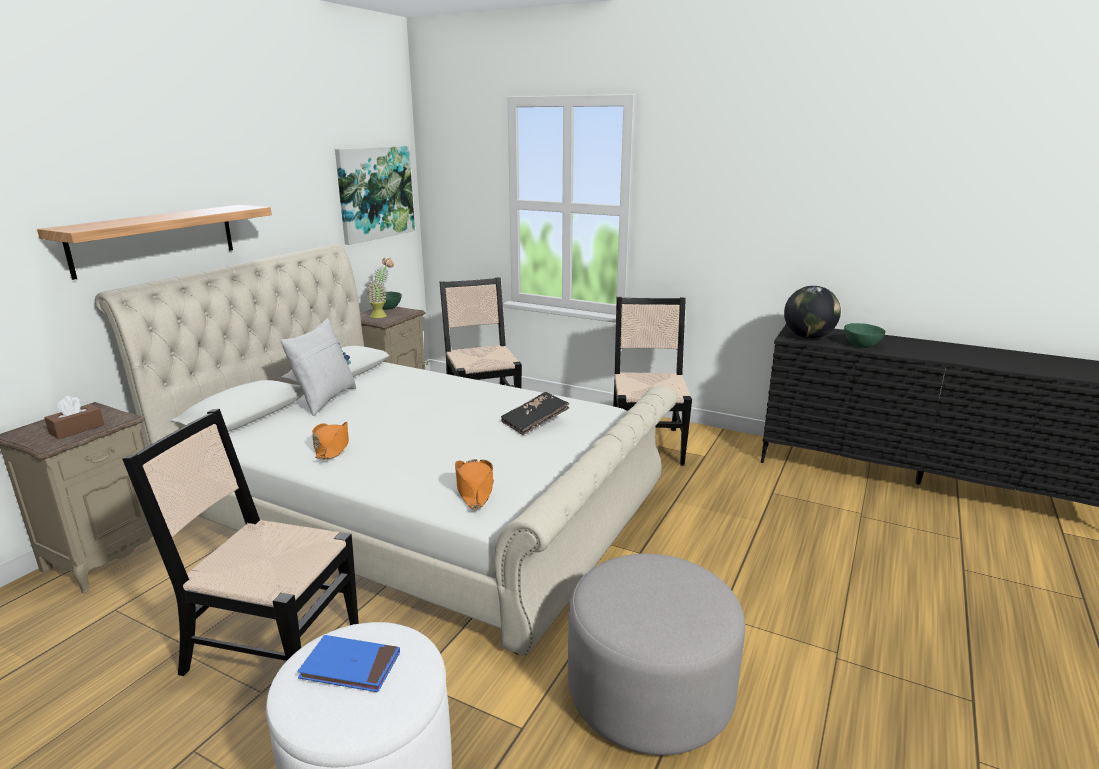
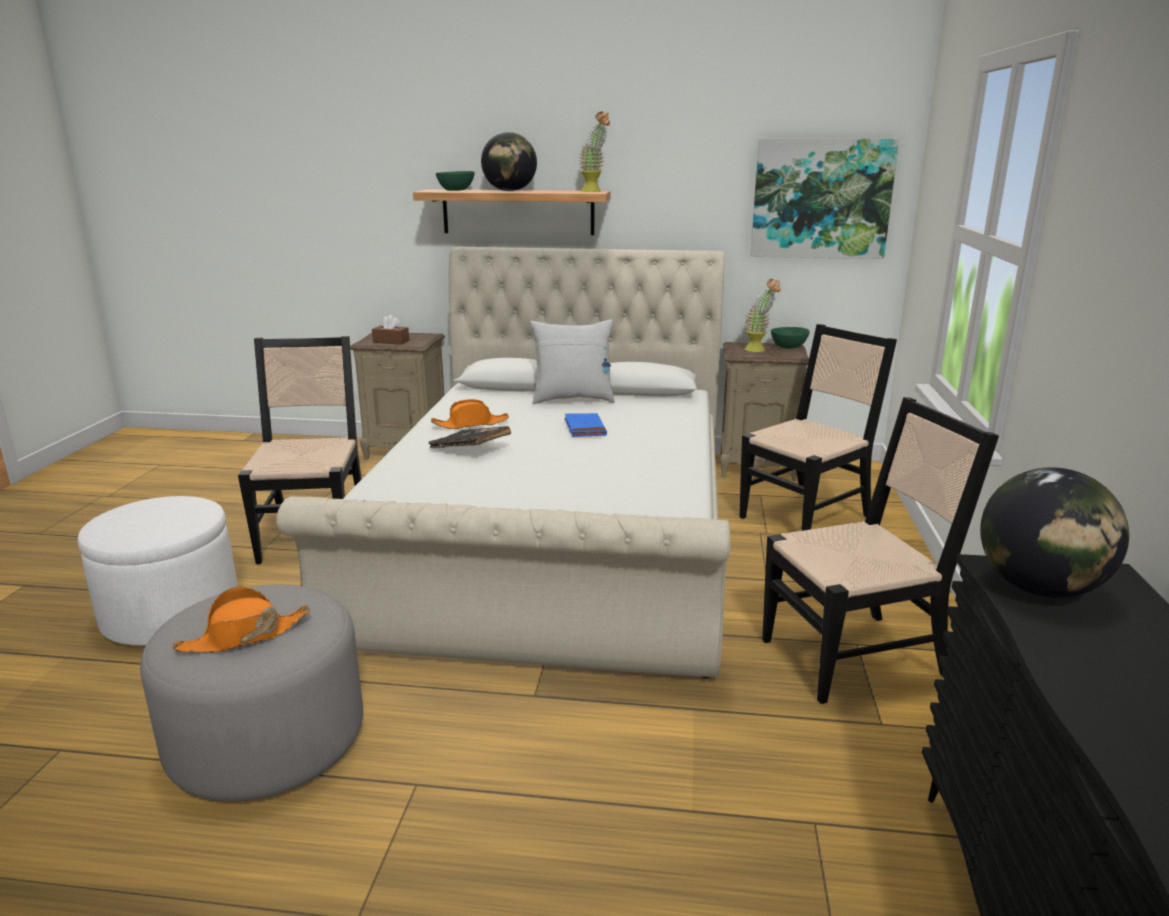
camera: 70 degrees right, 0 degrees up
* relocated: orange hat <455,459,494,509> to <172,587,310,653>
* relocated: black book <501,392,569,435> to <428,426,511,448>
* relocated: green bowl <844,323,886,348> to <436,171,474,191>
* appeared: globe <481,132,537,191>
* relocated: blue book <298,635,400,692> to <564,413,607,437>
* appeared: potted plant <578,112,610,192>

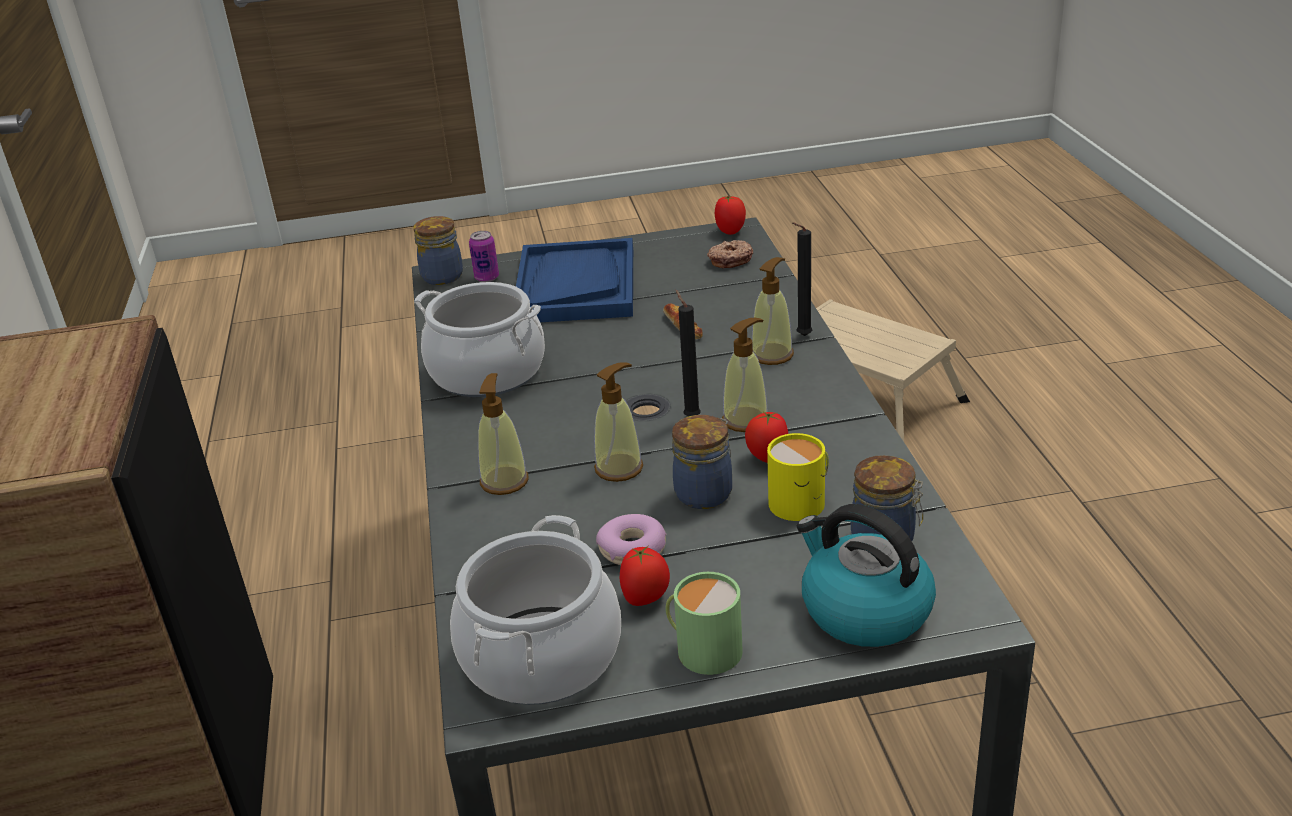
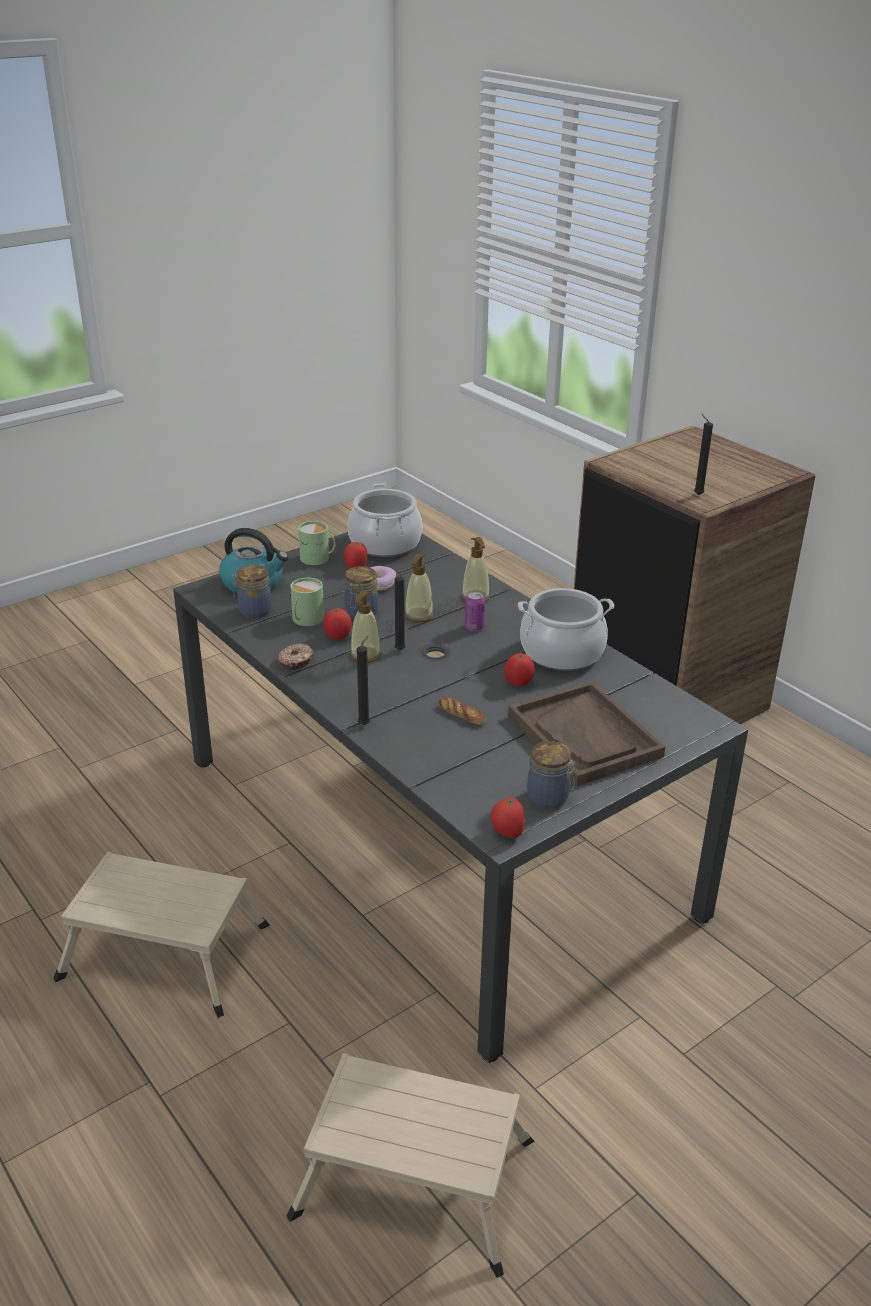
camera: 150 degrees right, 0 degrees up
* appeared: beige step ladder <53,852,270,1018>
* relocated: donut <707,240,753,268> to <277,644,314,670>
* colour: yellow mug <767,433,829,521> to green mug <290,578,324,626>
* relocated: can <469,231,499,282> to <465,591,485,631>
* appeared: tomato <504,653,535,686>
* colour: blue tray <516,238,633,322> to brown tray <508,681,665,786>
* relocated: jar <413,216,463,285> to <527,741,575,809>
* appeared: black candle <694,414,713,495>
* missing: soap dispenser <752,257,794,365>

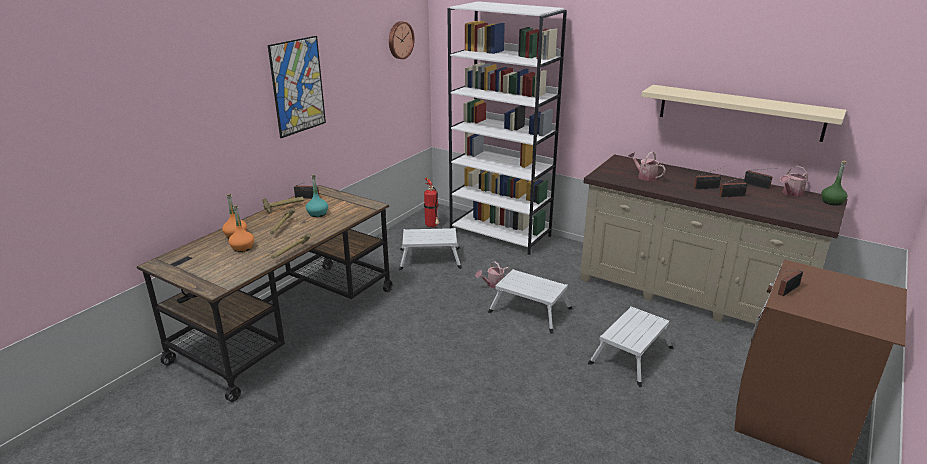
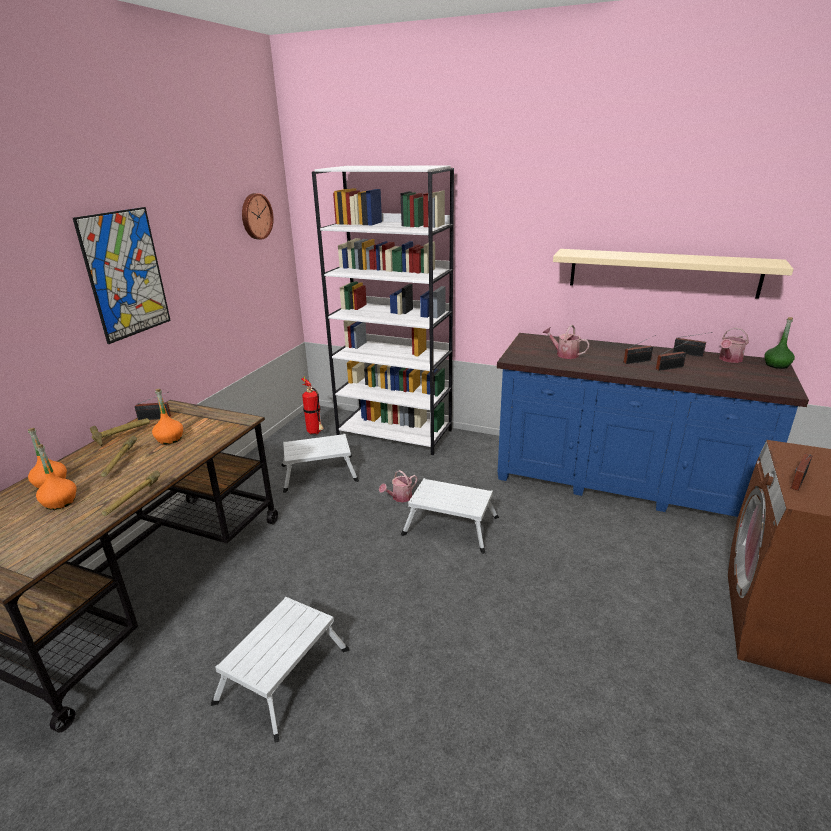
camera: 10 degrees left, 0 degrees up
* colour: turquoise bottle <306,175,328,217> to orange bottle <152,389,183,444>
* relocated: white step ladder <588,307,674,387> to <211,597,350,743>
* colour: beige cabinet <580,154,848,324> to blue cabinet <497,333,809,517>

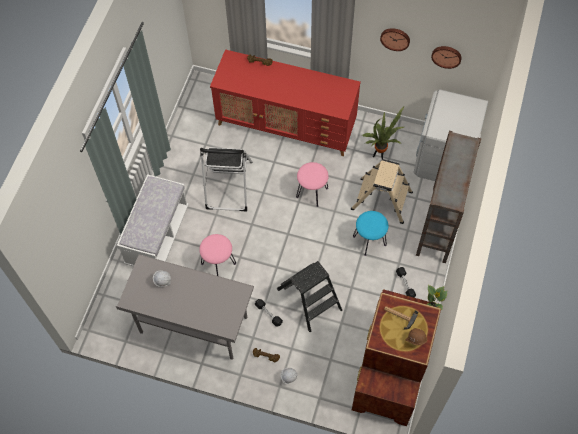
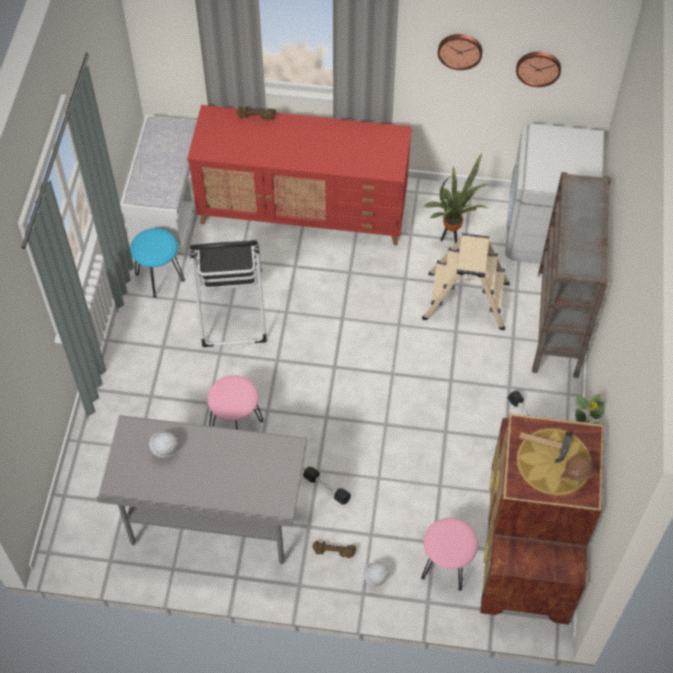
camera: 10 degrees left, 5 degrees down
* relocated: white bench <117,174,189,266> to <120,115,197,249>
* relocated: turquoise stool <353,211,388,256> to <130,228,185,298>
* relocated: pink stool <296,162,329,207> to <421,518,478,591>
* missing: black step ladder <277,261,342,332>

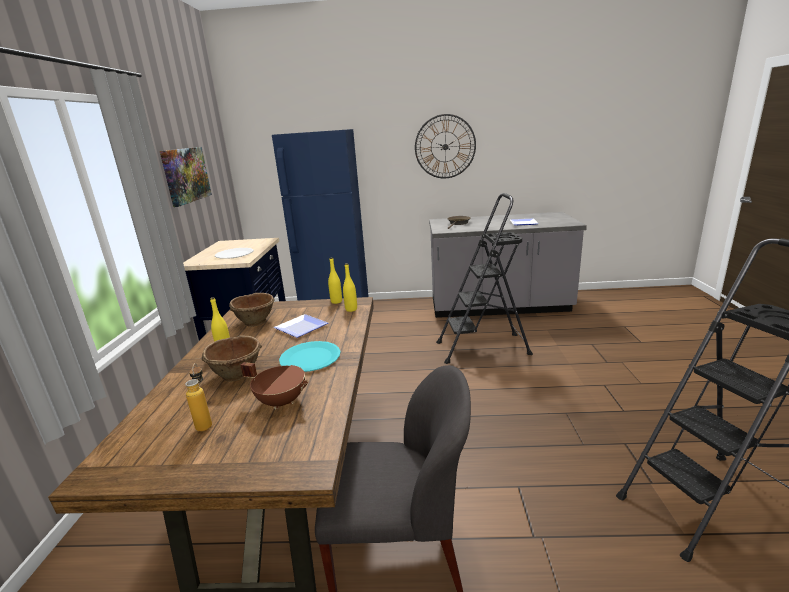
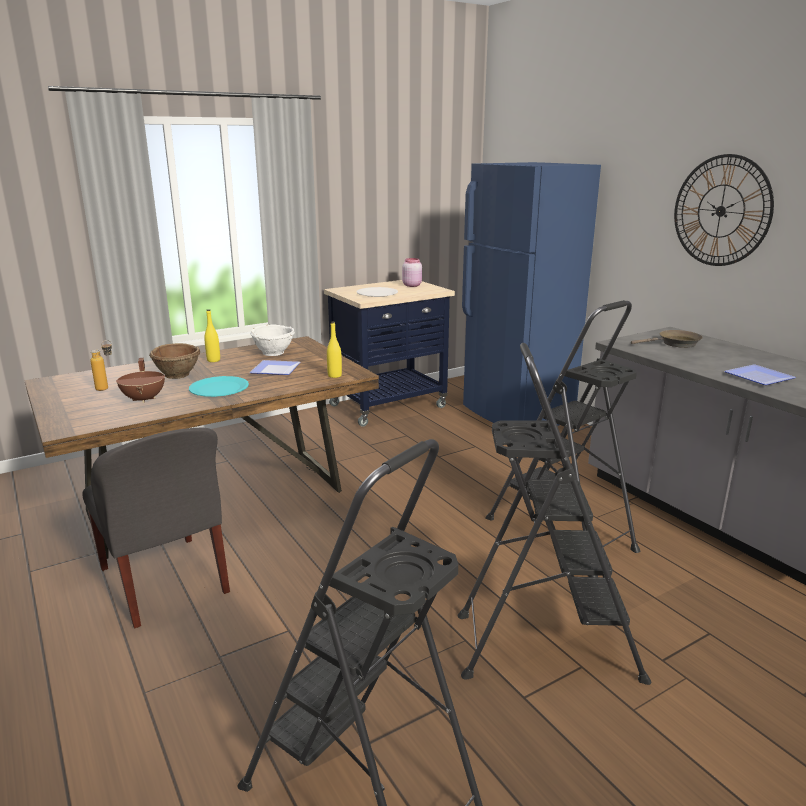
camera: 55 degrees right, 0 degrees up
* colour: brown bowl <229,293,274,327> to white bowl <250,325,295,356>
* appeared: pink jar <402,258,422,287>
* appeared: step ladder <458,343,651,685>
* missing: picture <160,147,212,207>
* missing: yellow bottle <328,257,342,304>

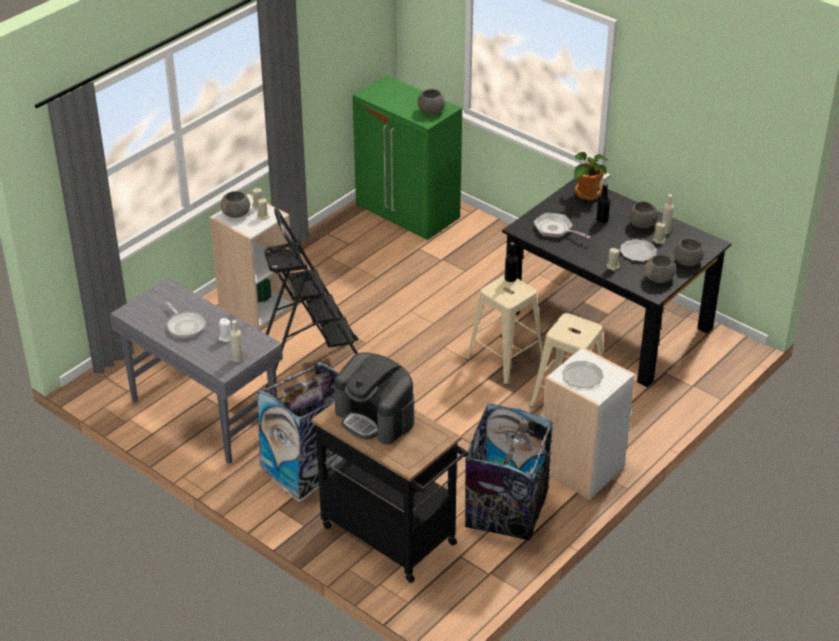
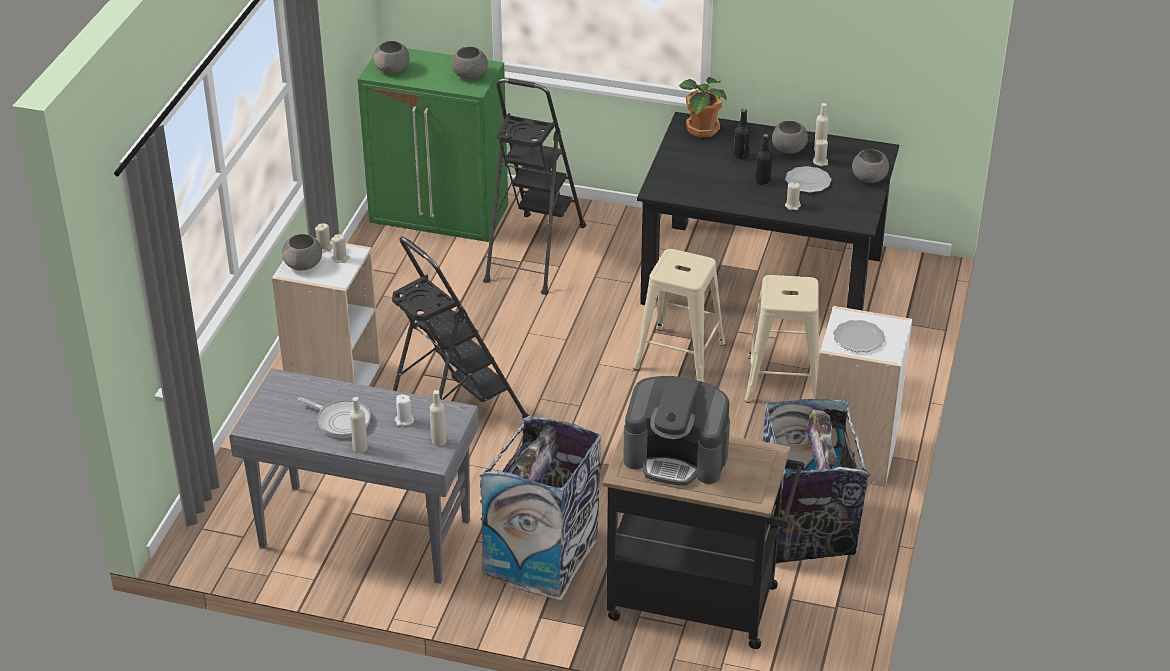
camera: 25 degrees left, 0 degrees up
* appeared: beige bottle <350,397,368,453>
* relocated: grey bowl <644,255,676,283> to <373,41,410,74>
* appeared: step ladder <483,78,587,295>
* relocated: black bottle <505,242,518,282> to <755,134,772,185>
* missing: frying pan <534,213,591,239>

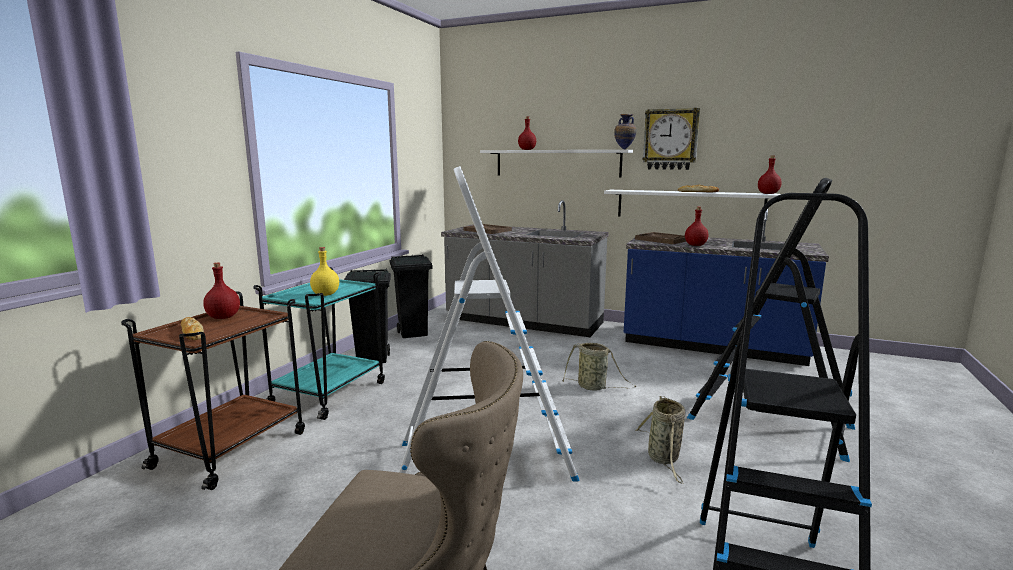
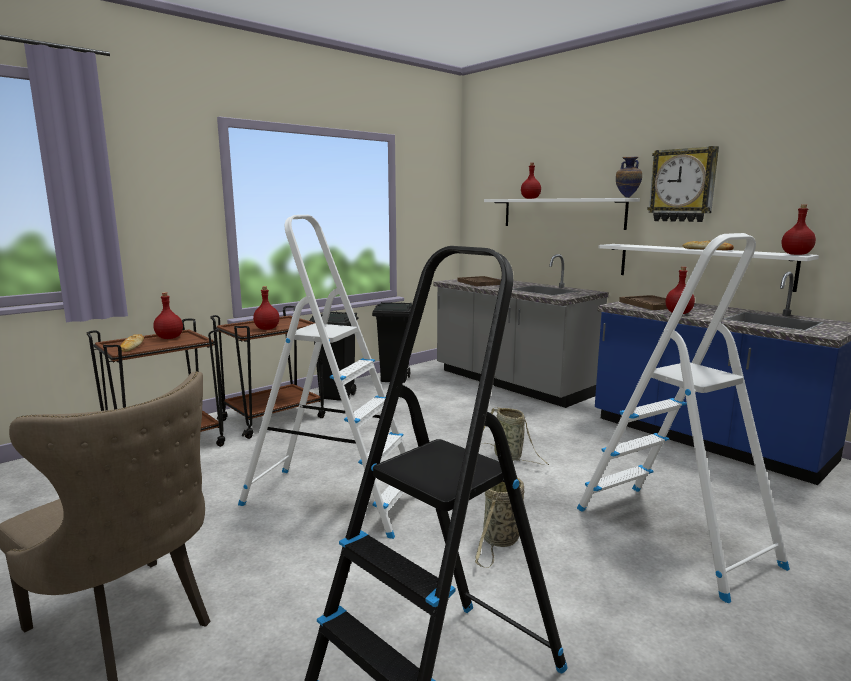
camera: 25 degrees right, 0 degrees up
* colour: turquoise cart <253,267,385,420> to brown cart <210,306,325,439>
* colour: yellow bottle <310,247,339,296> to red bottle <253,286,279,330>
* colour: black step ladder <687,178,855,462> to white step ladder <577,233,790,603>

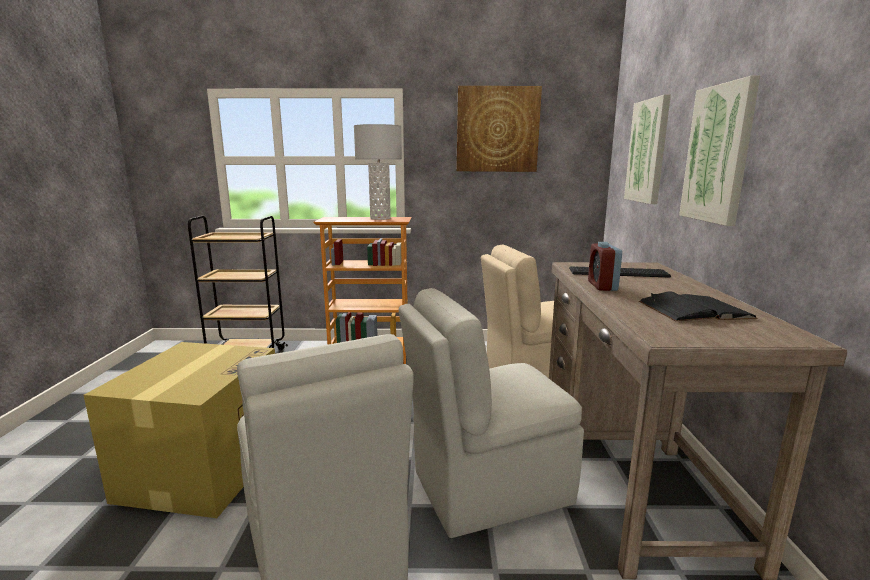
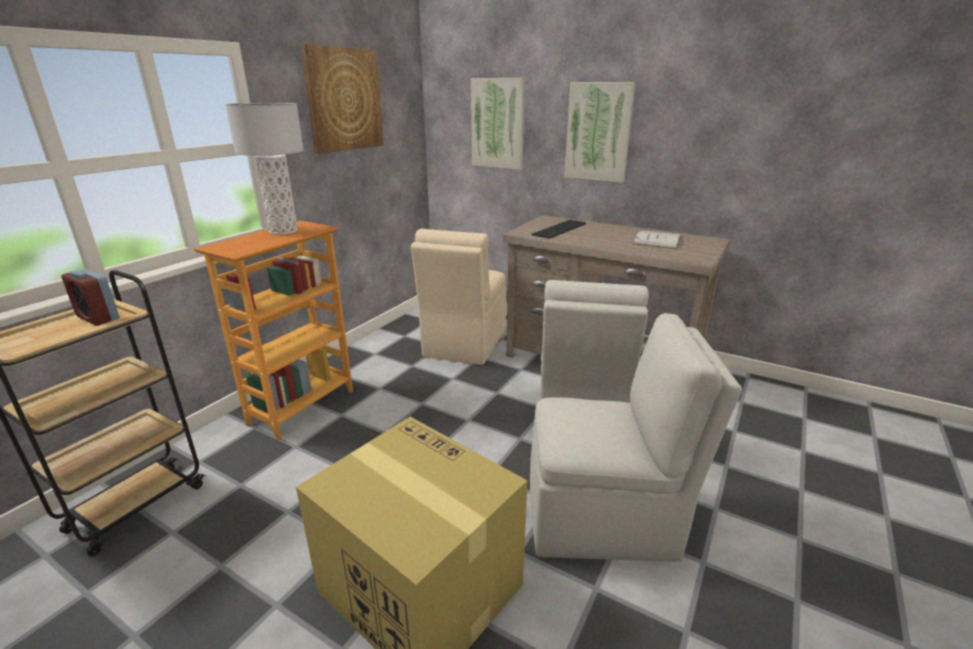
camera: 60 degrees left, 10 degrees up
* relocated: alarm clock <588,242,622,291> to <61,269,119,326>
* colour: black book <638,291,758,321> to white book <633,230,681,249>

